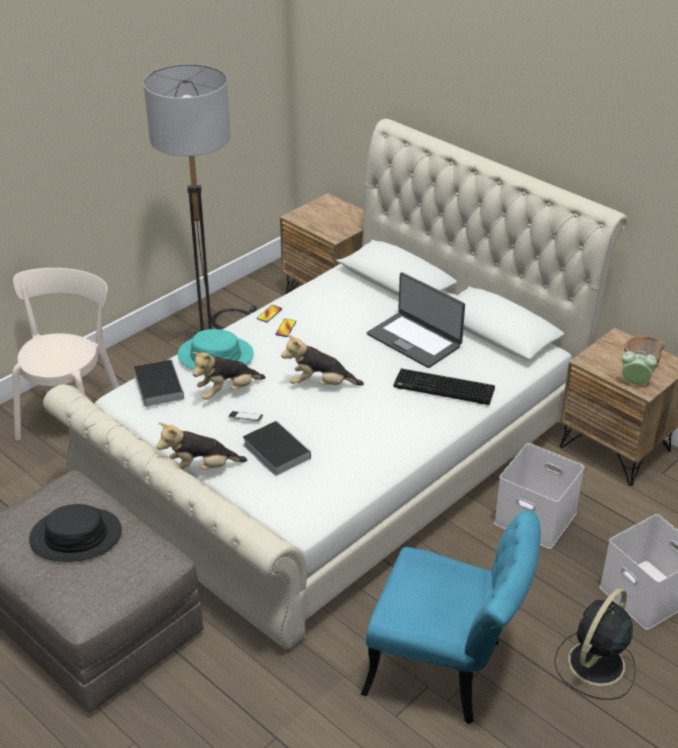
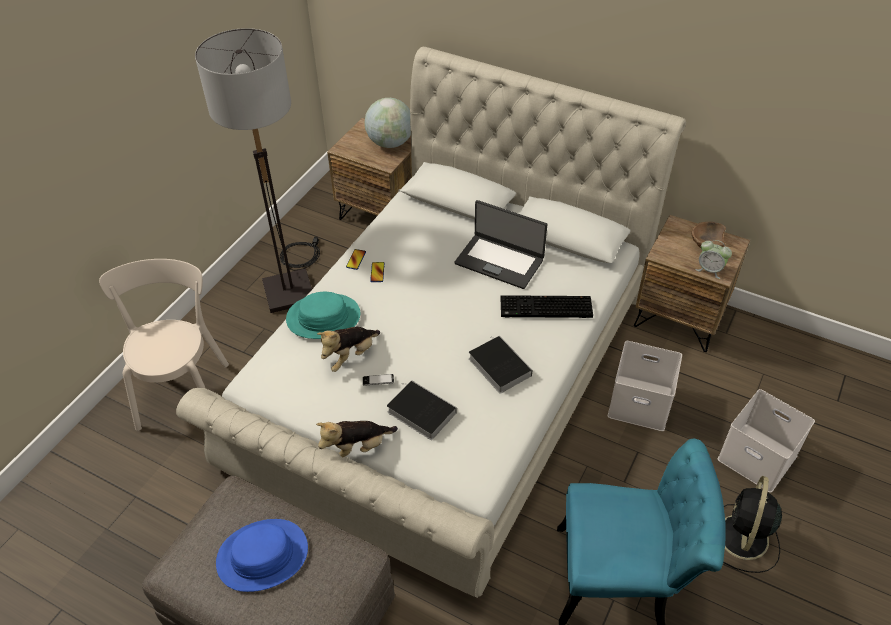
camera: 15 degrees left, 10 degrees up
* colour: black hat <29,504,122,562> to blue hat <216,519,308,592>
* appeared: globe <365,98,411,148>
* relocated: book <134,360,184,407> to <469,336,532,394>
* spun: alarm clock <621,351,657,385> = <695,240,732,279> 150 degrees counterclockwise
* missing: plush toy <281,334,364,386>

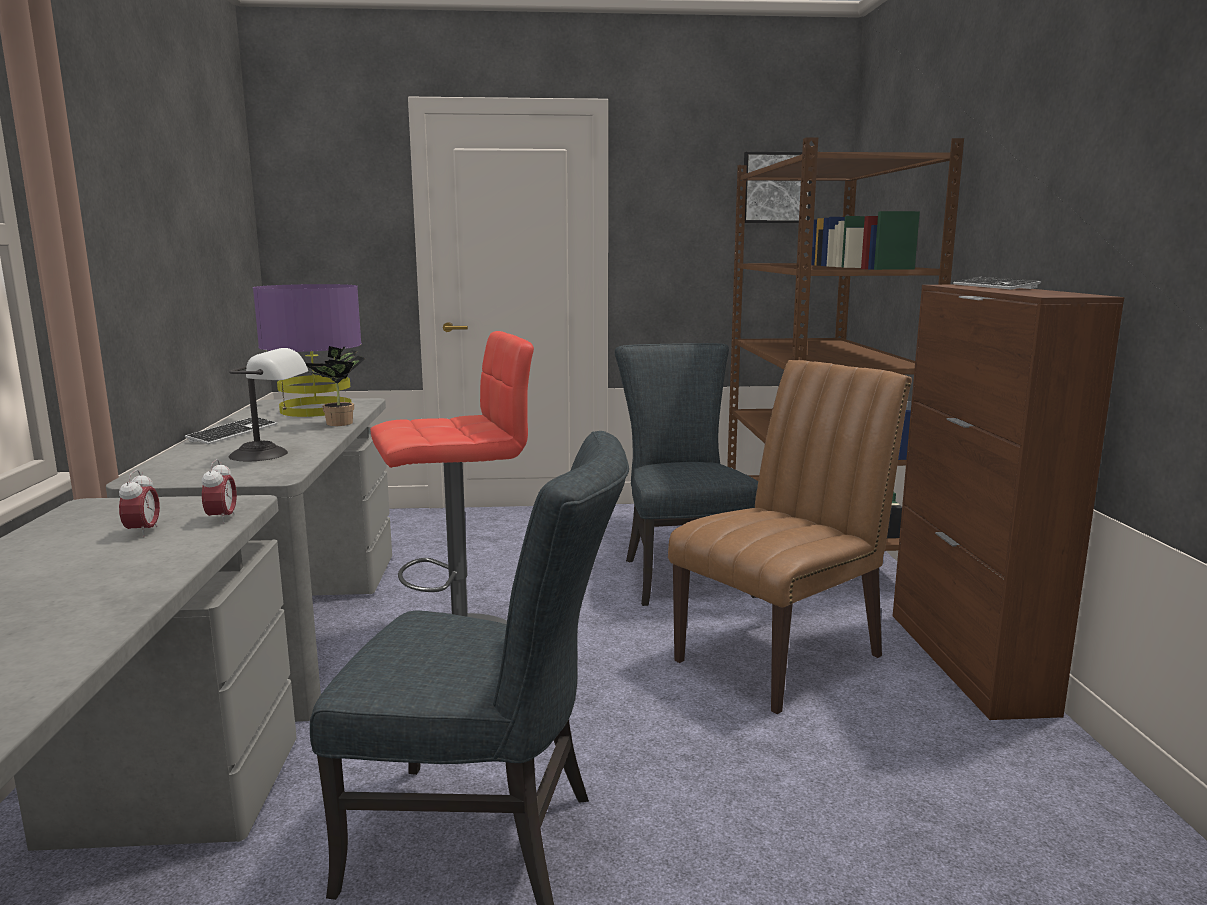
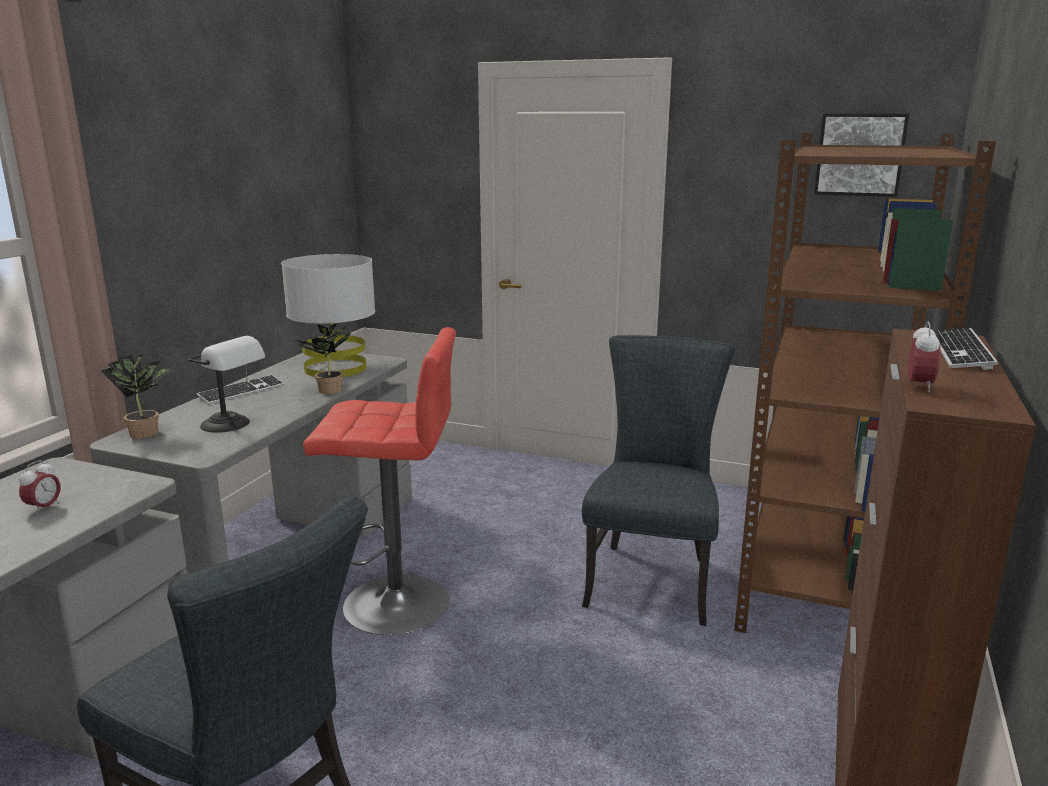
camera: 25 degrees right, 5 degrees up
* appeared: potted plant <101,354,172,439>
* colour: purple table lamp <253,284,362,417> to grey table lamp <281,254,375,377>
* relocated: alarm clock <202,459,237,524> to <908,321,941,392>
* missing: brown chair <668,360,912,714>

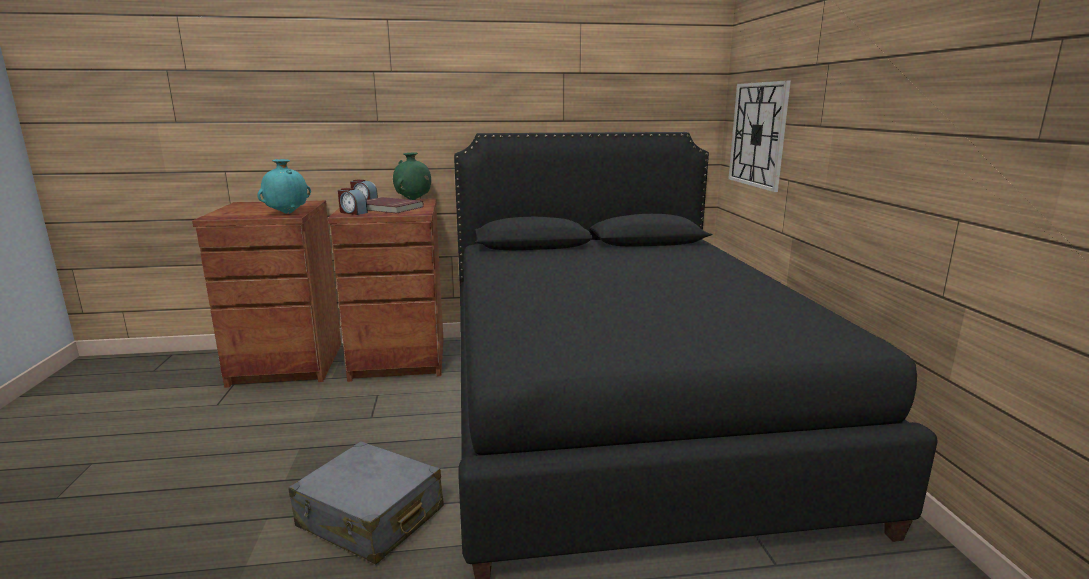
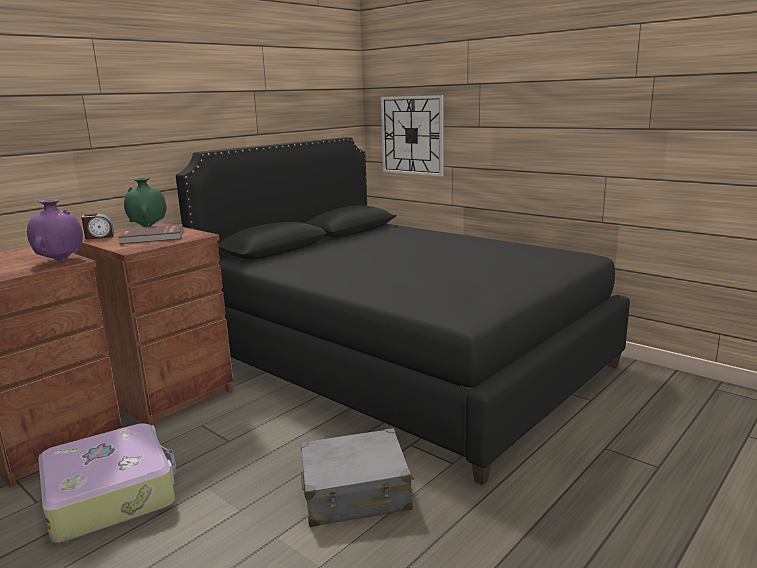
camera: 40 degrees left, 0 degrees up
* colour: turquoise vase <257,159,311,214> to purple vase <27,199,83,261>
* appeared: suitcase <38,423,177,543>
* missing: alarm clock <338,188,368,215>

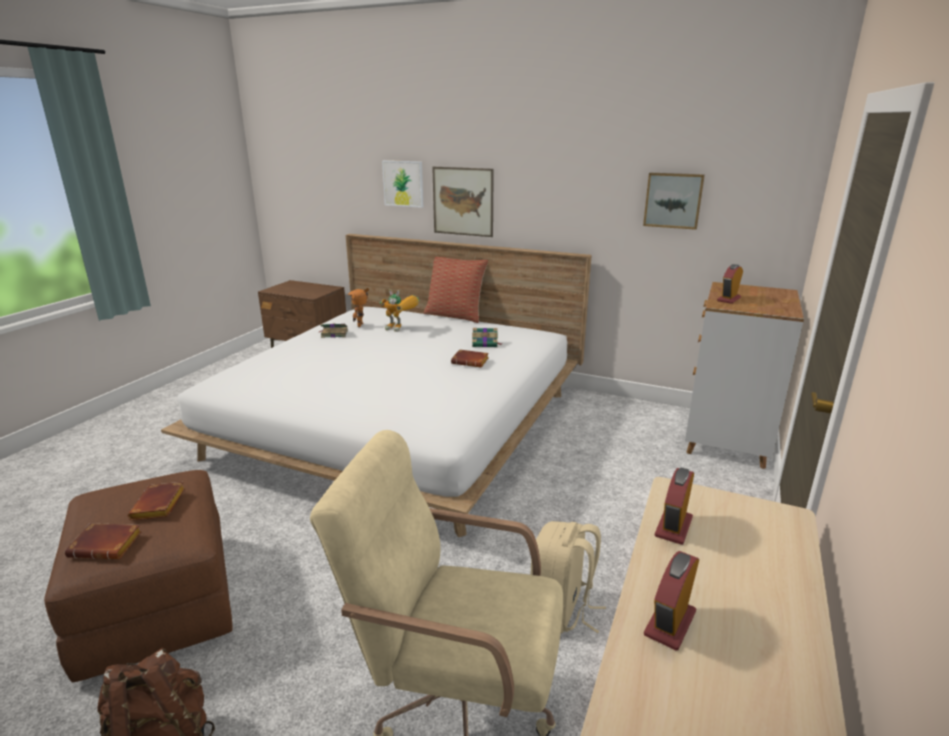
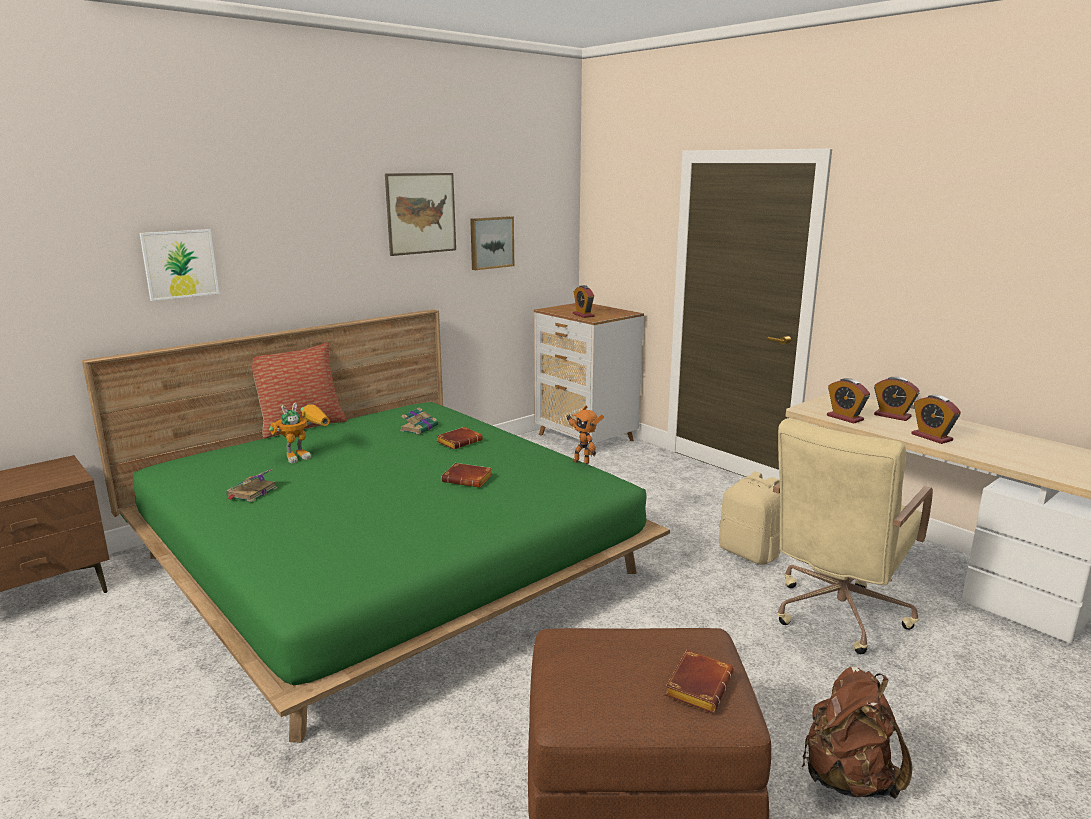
camera: 65 degrees left, 5 degrees down
* colour: white bed <161,234,592,537> to green bed <82,309,670,743>
* relocated: picture <432,167,494,237> to <385,173,456,256>
* relocated: brown book <128,482,186,520> to <441,463,493,488>
* relocated: toy robot <348,288,369,327> to <566,405,604,464>
* appeared: alarm clock <874,377,920,421>

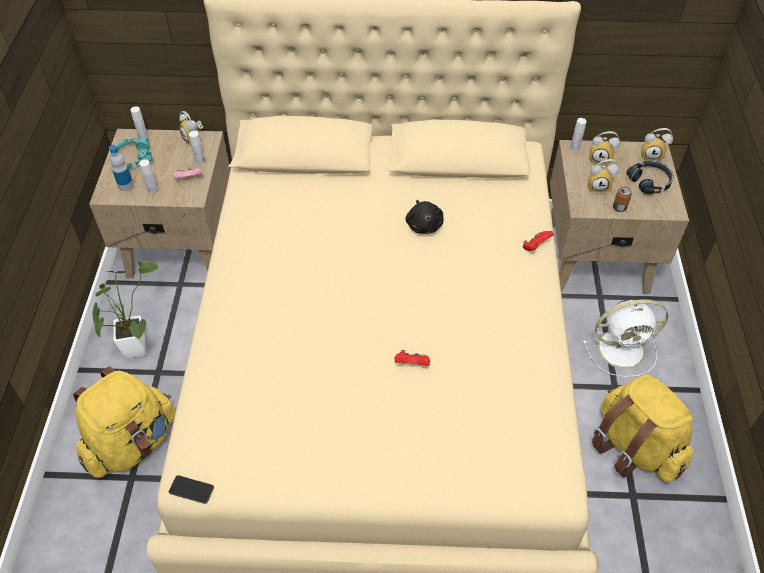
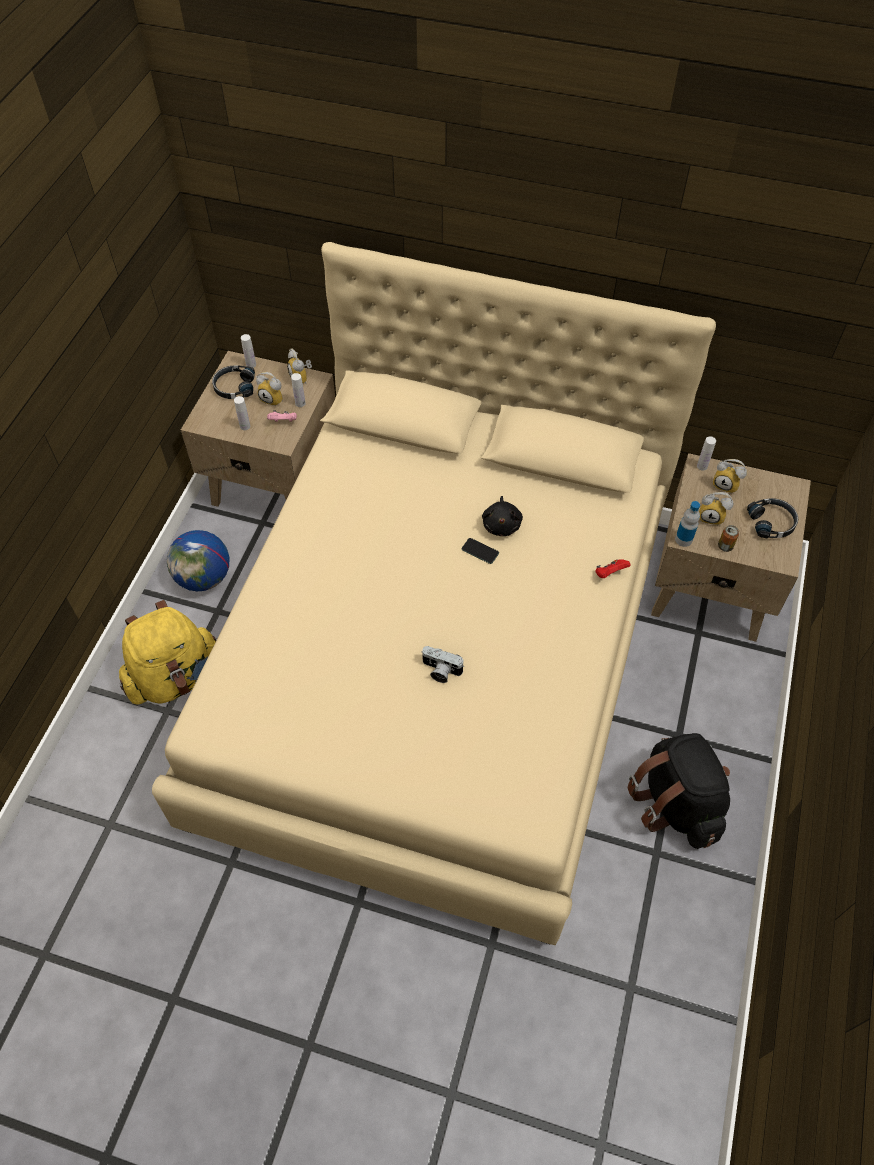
camera: 15 degrees right, 5 degrees up
* exchanged: potted plant <92,261,159,358> to globe <167,530,230,591>
* colour: turquoise headphones <110,137,153,169> to black headphones <212,365,255,399>
* relocated: alarm clock <641,128,673,162> to <256,372,283,407>
* exchanged: red game controller <395,350,430,366> to photo camera <421,646,463,683>
* relocated: phone <169,475,214,504> to <462,538,499,564>
* colour: yellow backpack <592,374,693,482> to black backpack <628,733,730,849>
* relocated: bottle <109,145,134,191> to <675,501,700,547>
* missing: white fan <583,299,668,377>

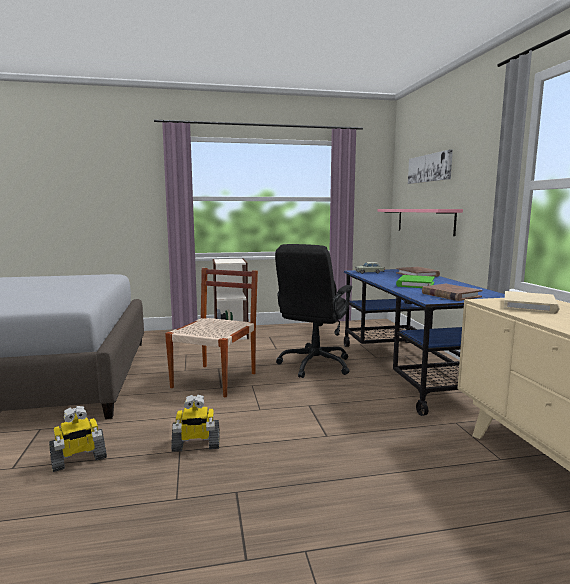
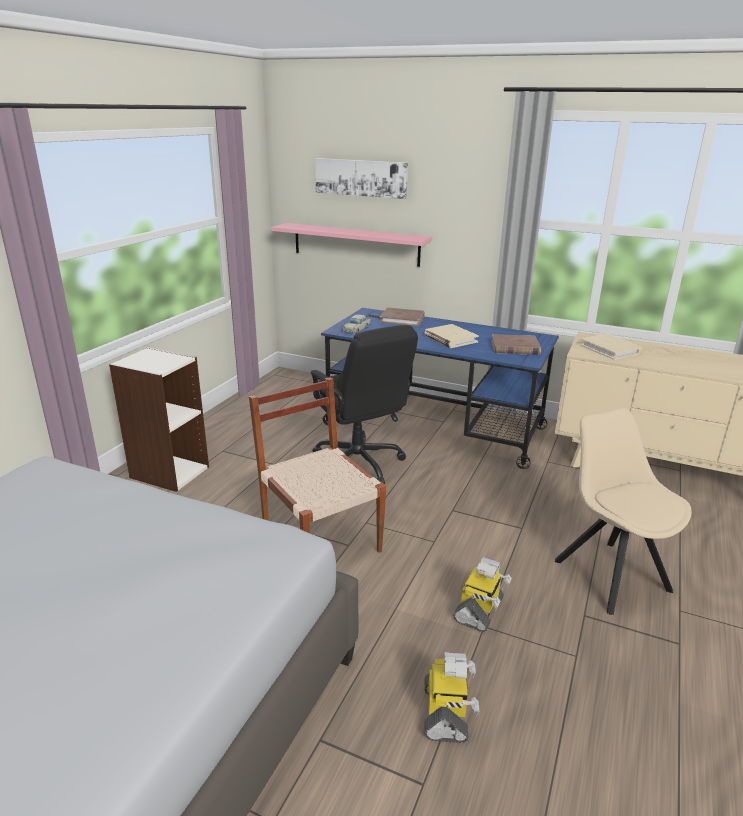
camera: 55 degrees left, 15 degrees up
* colour: green book <396,275,435,288> to beige book <425,324,479,348>
* appeared: beige chair <555,408,692,615>

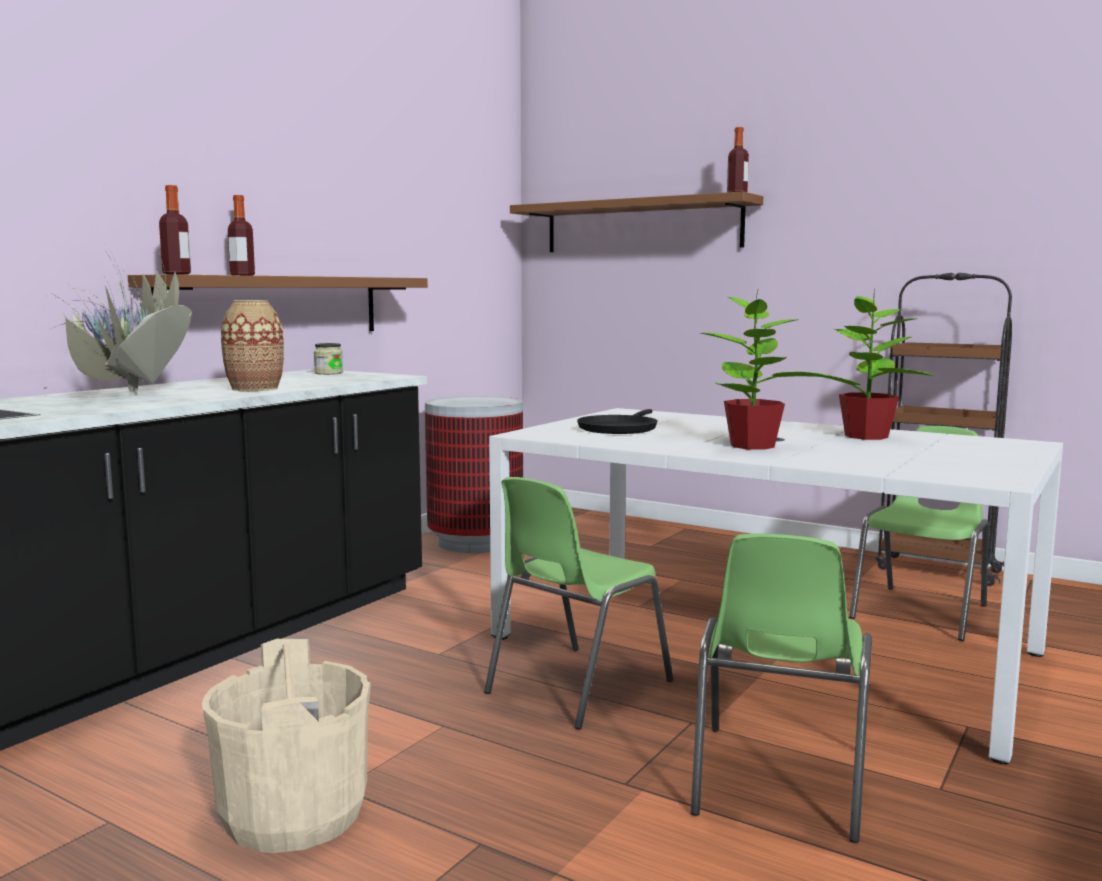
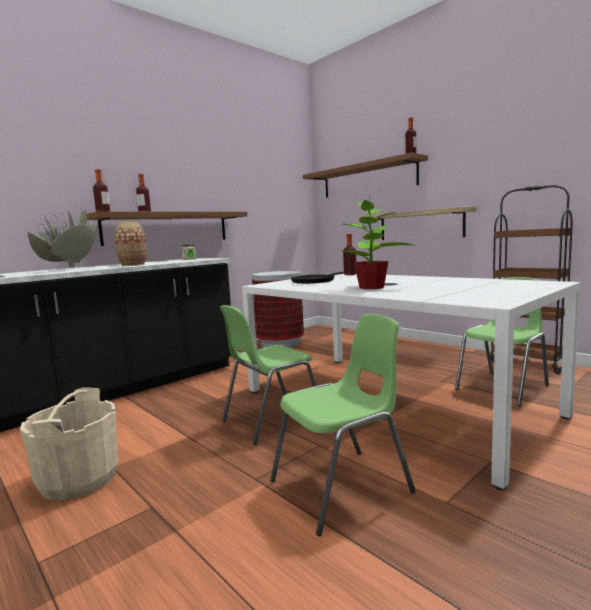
camera: 15 degrees right, 0 degrees up
* spun: green chair <691,534,872,843> = <270,314,416,536> 150 degrees counterclockwise
* appeared: bottle <343,234,357,275>
* appeared: shelf <360,207,476,240>
* missing: potted plant <819,289,935,440>

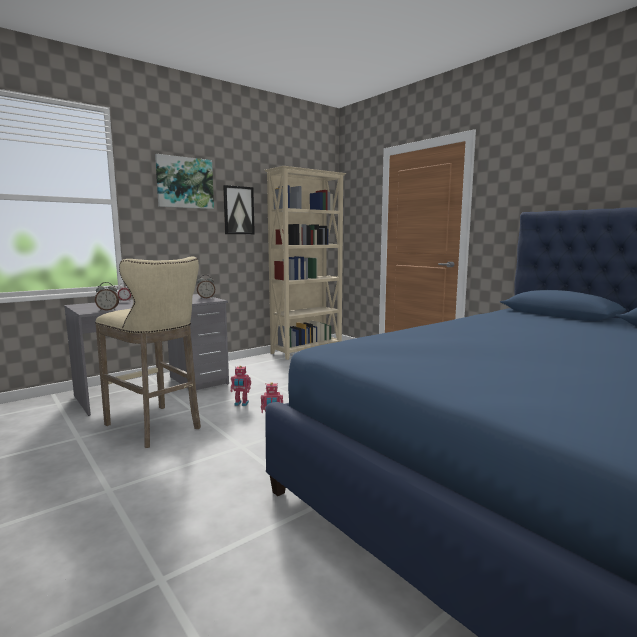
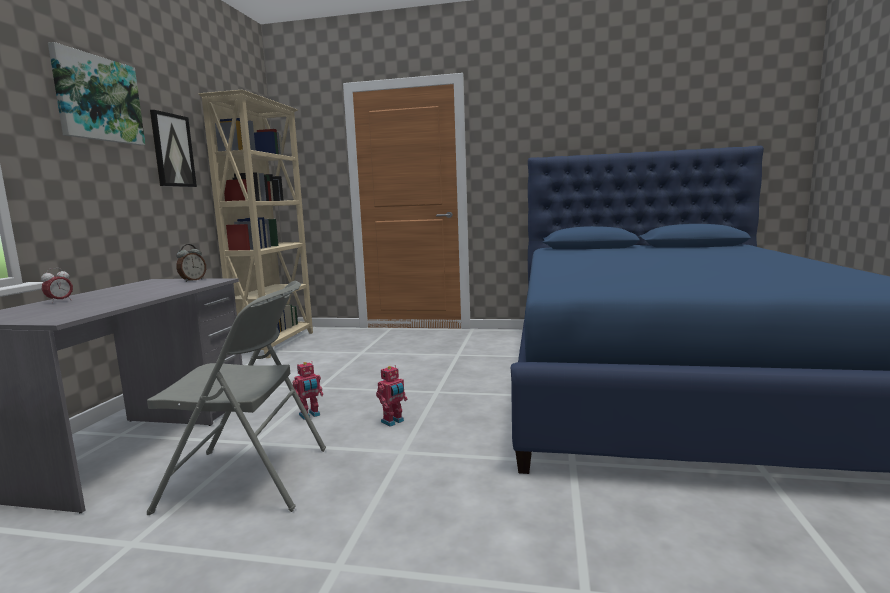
camera: 40 degrees left, 0 degrees up
* exchanged: beige stool <95,256,201,448> to grey chair <147,281,326,515>
* missing: alarm clock <95,282,119,311>

